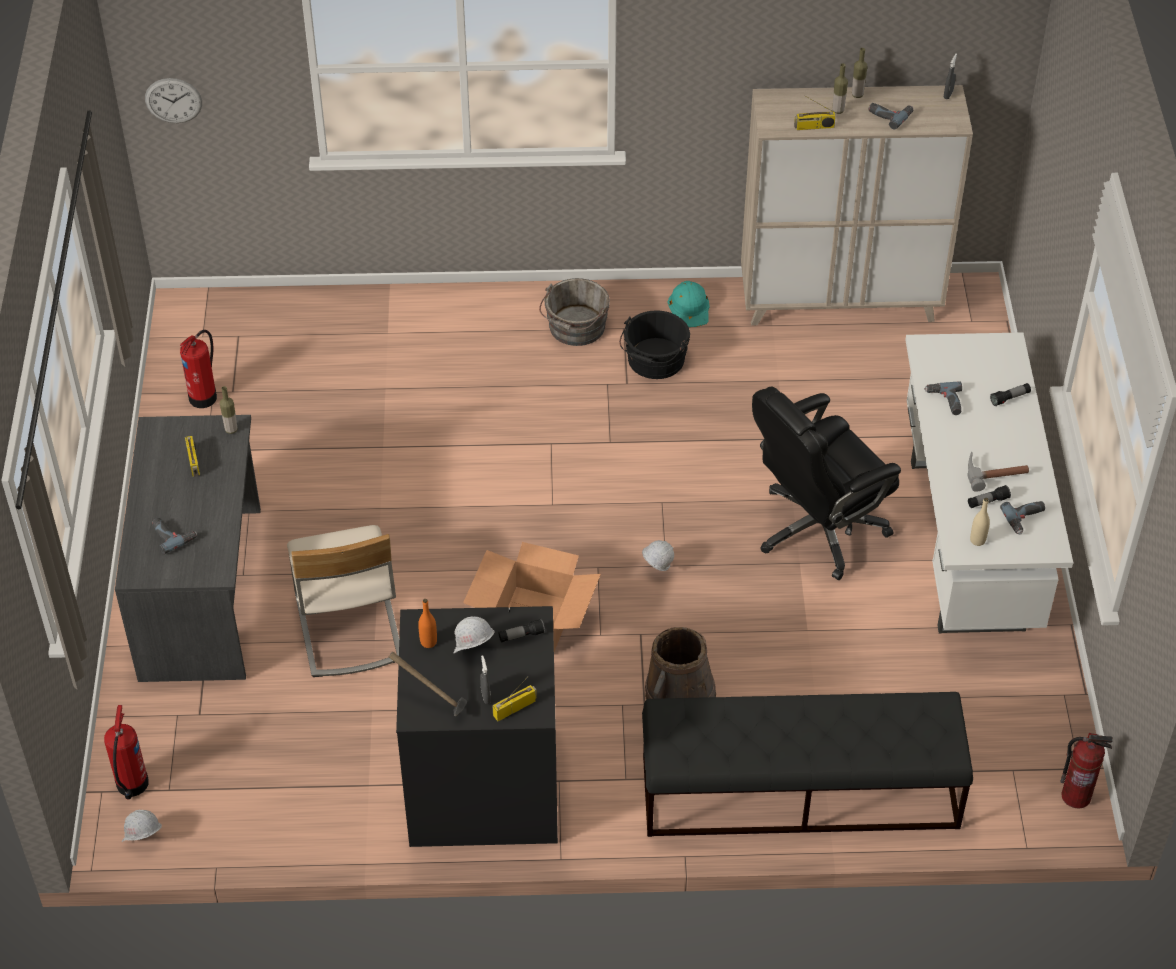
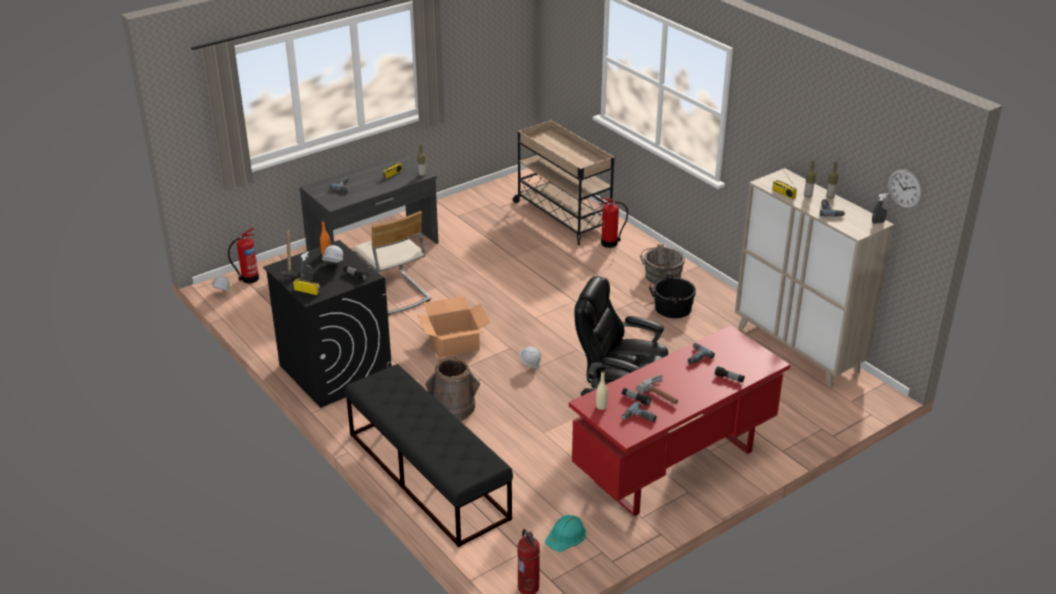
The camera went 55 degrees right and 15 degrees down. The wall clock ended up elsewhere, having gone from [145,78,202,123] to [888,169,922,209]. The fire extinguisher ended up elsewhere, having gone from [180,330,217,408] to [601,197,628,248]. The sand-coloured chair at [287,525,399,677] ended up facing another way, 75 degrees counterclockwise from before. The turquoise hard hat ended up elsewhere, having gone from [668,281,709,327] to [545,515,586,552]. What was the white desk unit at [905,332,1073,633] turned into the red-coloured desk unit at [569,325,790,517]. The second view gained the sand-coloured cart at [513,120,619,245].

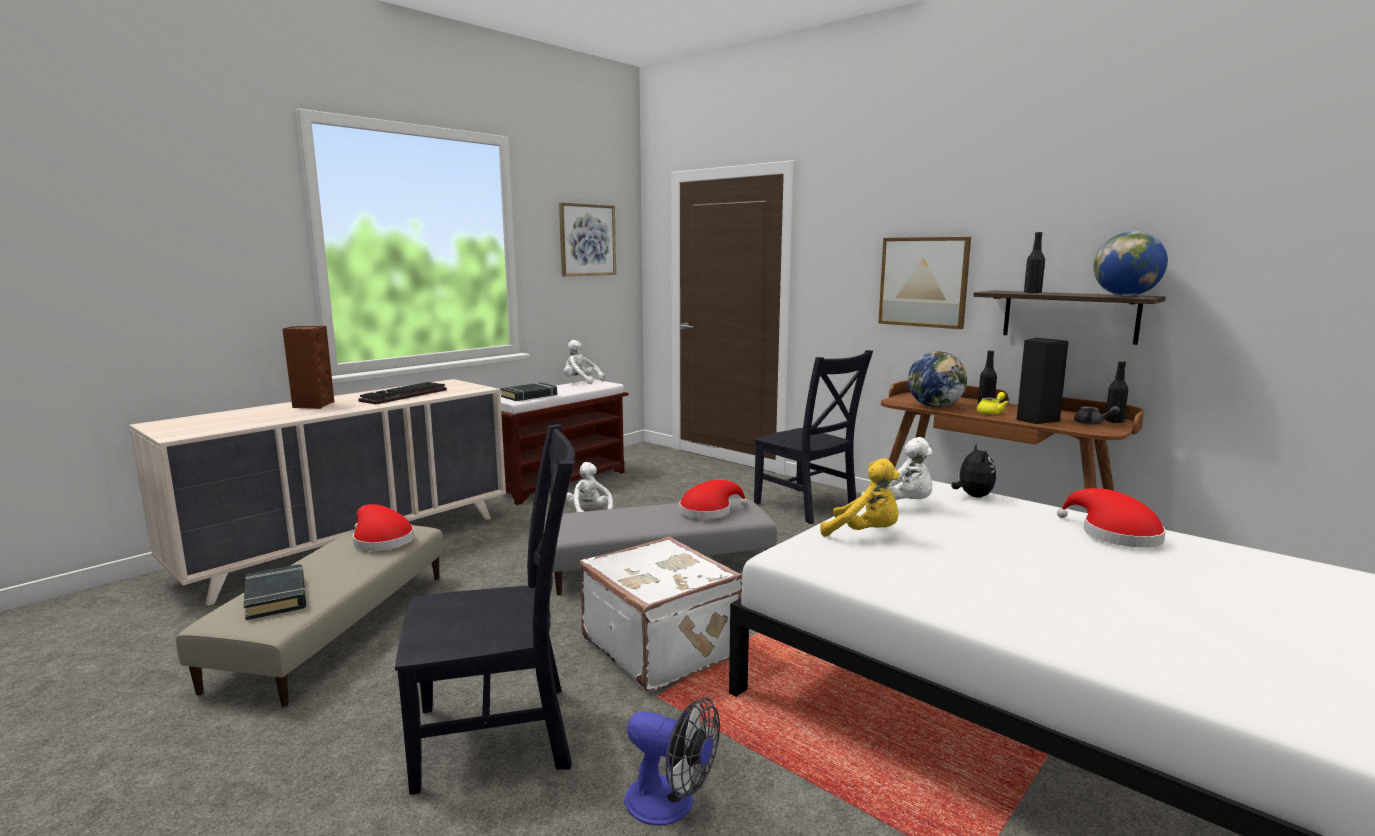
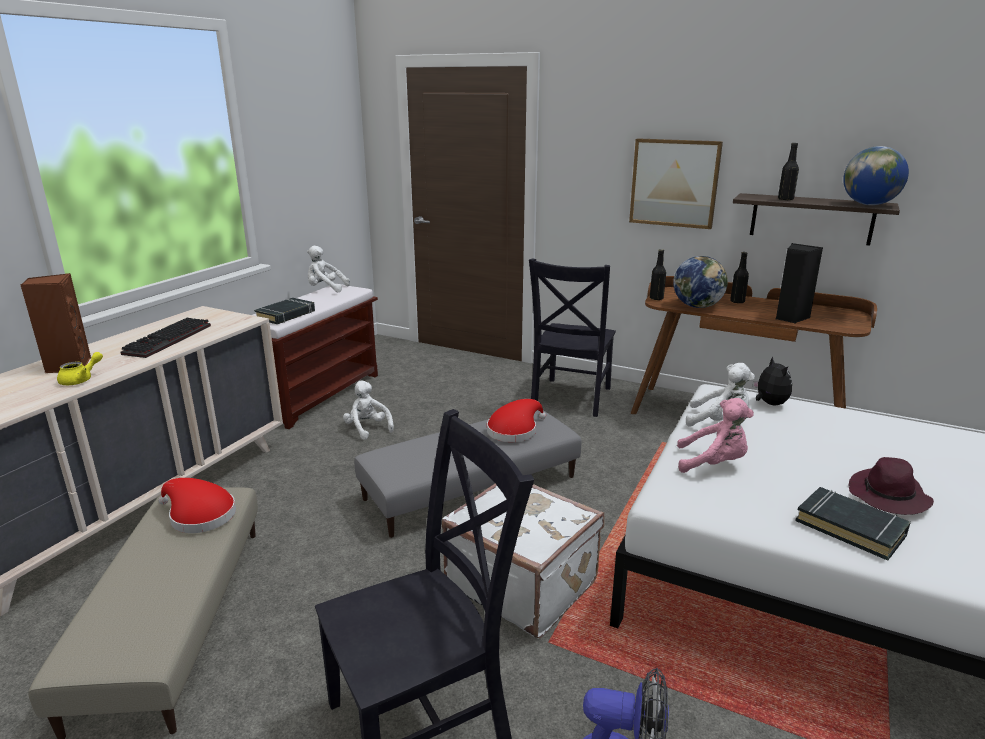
The camera went 15 degrees left and 10 degrees up. The black-coloured book ended up elsewhere, having gone from [244,564,307,620] to [795,487,911,561]. The second view lost the wall picture at [559,203,616,276]. The black-coloured chair at [754,350,873,524] ended up facing another way, 75 degrees clockwise from before. What was the yellowish soft toy at [820,458,900,537] turned into the pink-coloured soft toy at [677,398,754,473]. The yellowish teapot ended up elsewhere, having gone from [976,392,1009,415] to [57,352,103,385]. The second view lost the red-coloured hat at [1057,488,1166,548]. The second view lost the grey teapot at [1074,406,1120,425]. The black-coloured bottle ended up elsewhere, having gone from [1105,361,1129,423] to [650,249,666,300]. The second view gained the purple-coloured hat at [849,457,934,515].

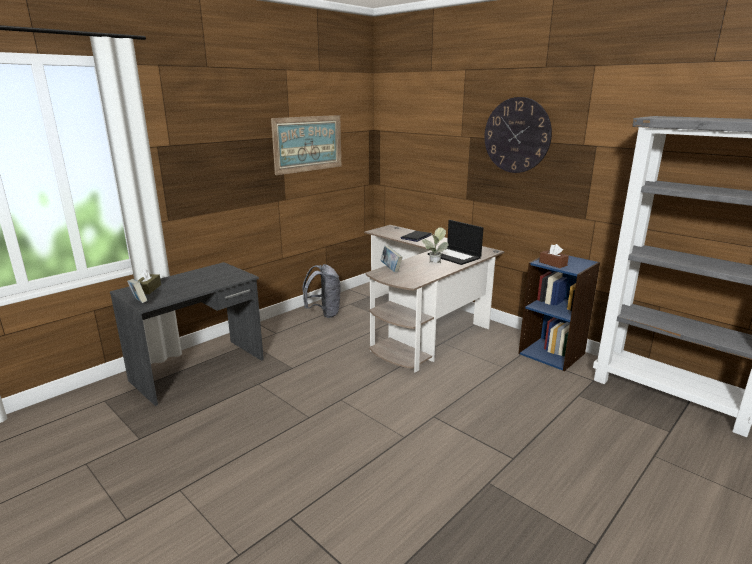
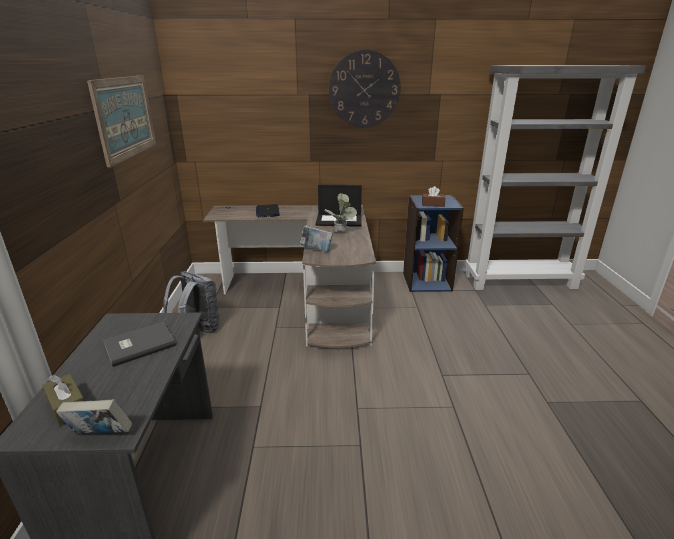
The camera went 45 degrees left and 5 degrees up. The second view gained the grey book at [103,321,176,367].

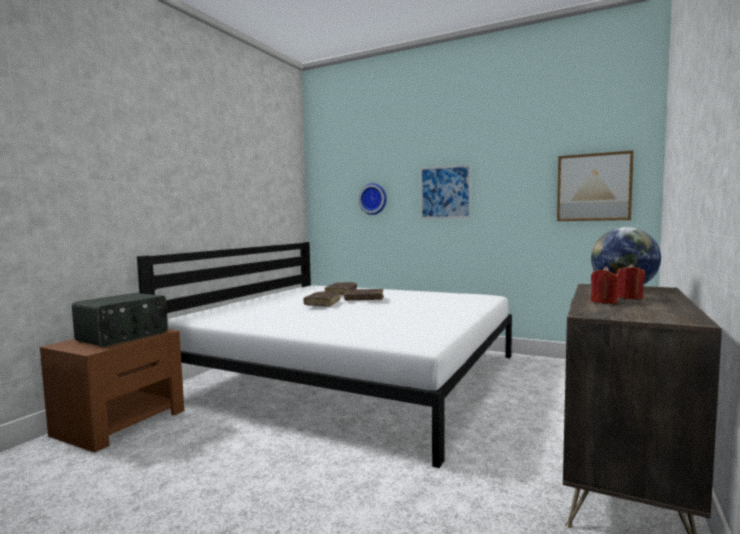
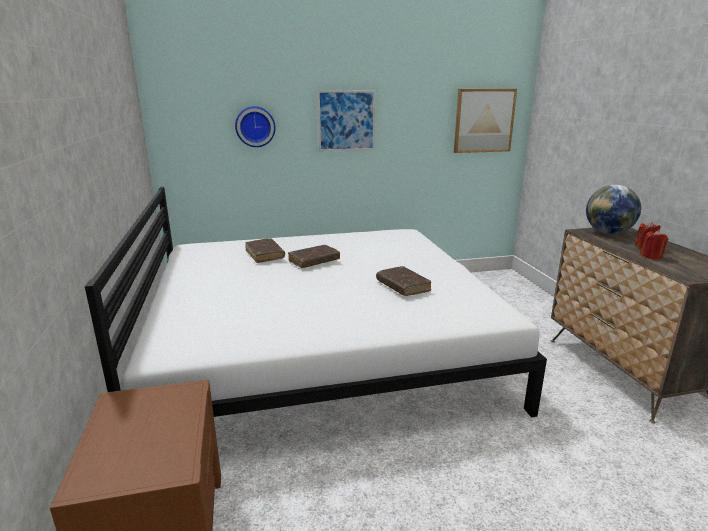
The camera went 40 degrees left and 15 degrees up. The second view lost the radio receiver at [72,293,168,347]. The brown book ended up elsewhere, having gone from [303,291,340,307] to [376,266,431,296].

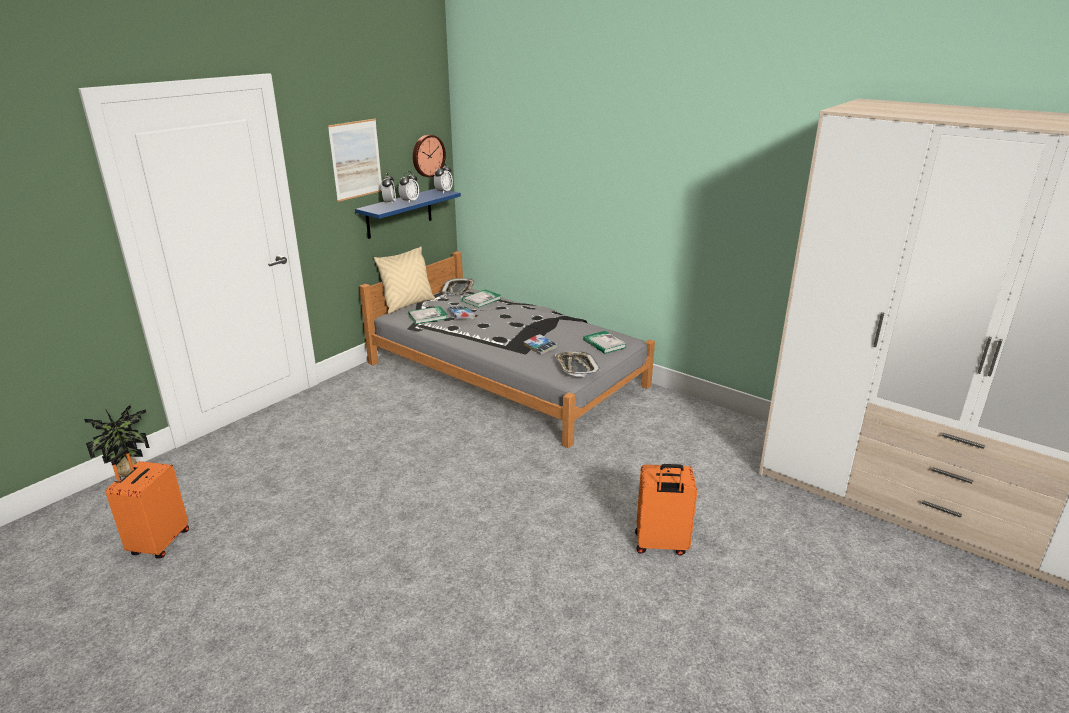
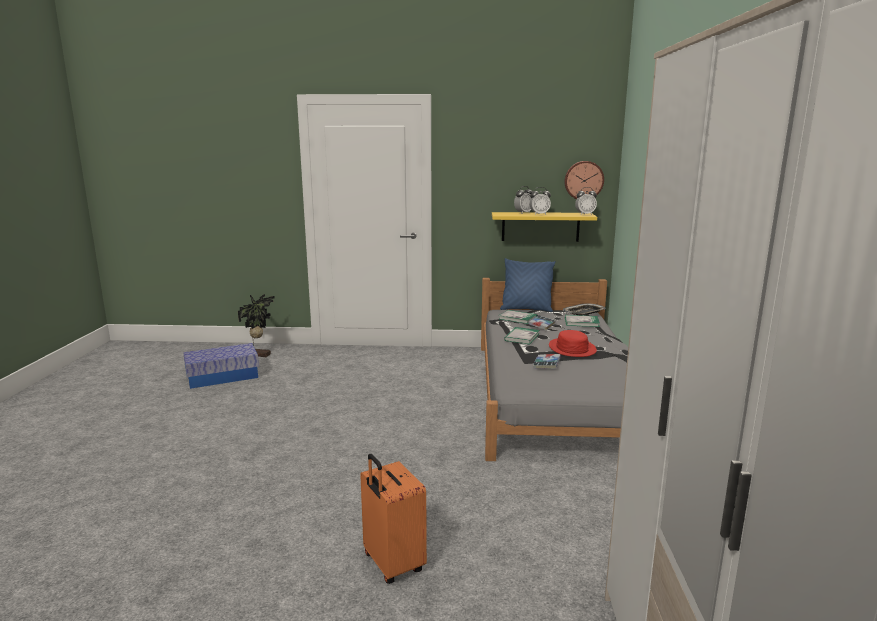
The camera went 55 degrees right and 10 degrees down. Where the orange suitcase stood at [106,449,189,559], the storage bin came to stand at [183,343,259,389]. The second view lost the wall picture at [328,119,382,202]. What was the bluish shelf at [355,188,461,239] turned into the yellowish shelf at [492,212,597,242]. What was the sand-coloured throw pillow at [374,246,435,314] turned into the bluish throw pillow at [500,258,556,312]. The second view lost the serving tray at [555,351,601,377]. The book ended up elsewhere, having gone from [583,331,627,354] to [504,327,539,344]. The second view gained the red-coloured hat at [549,330,597,357].

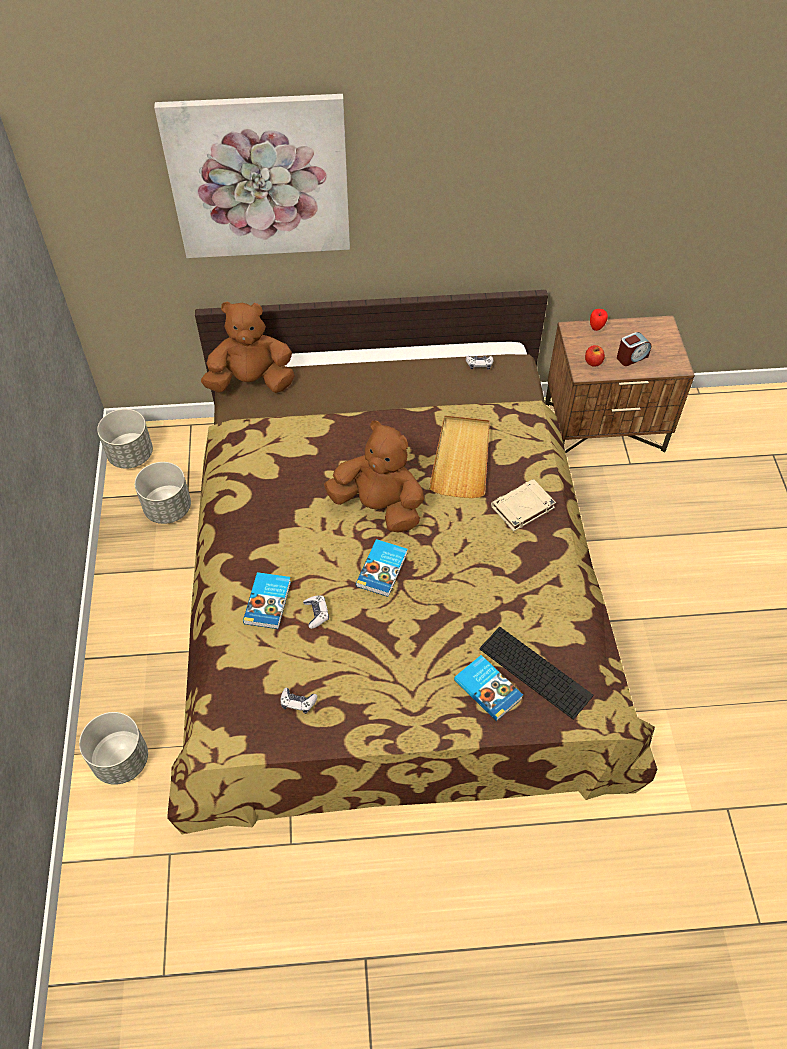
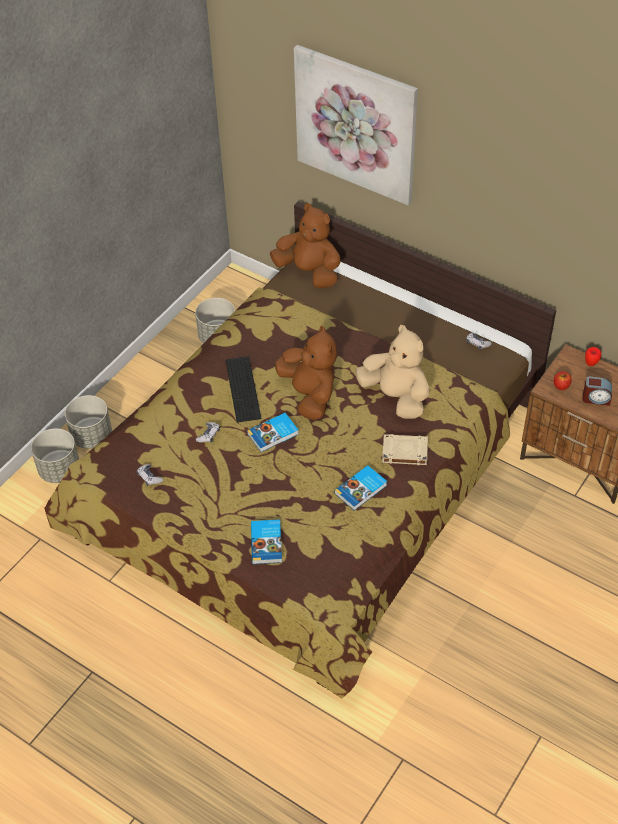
The camera went 40 degrees right and 5 degrees down. The grey flower pot ended up elsewhere, having gone from [97,409,153,469] to [65,395,112,449]. The book ended up elsewhere, having gone from [243,572,291,629] to [334,465,387,510]. Where the sand-coloured serving tray stood at [429,415,490,498], the sand-coloured soft toy came to stand at [355,325,430,419]. The keyboard ended up elsewhere, having gone from [480,627,593,719] to [226,356,261,423].

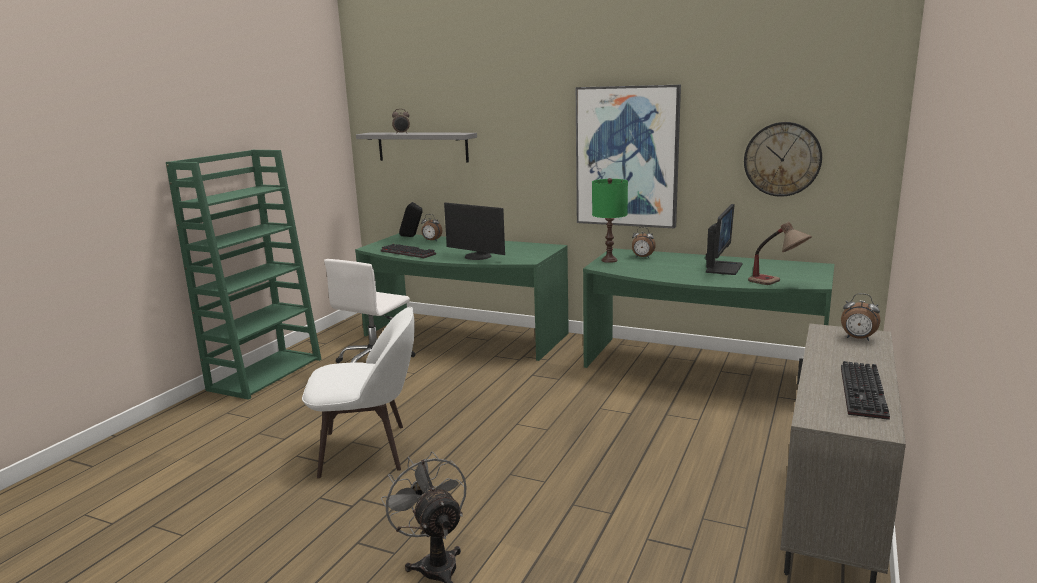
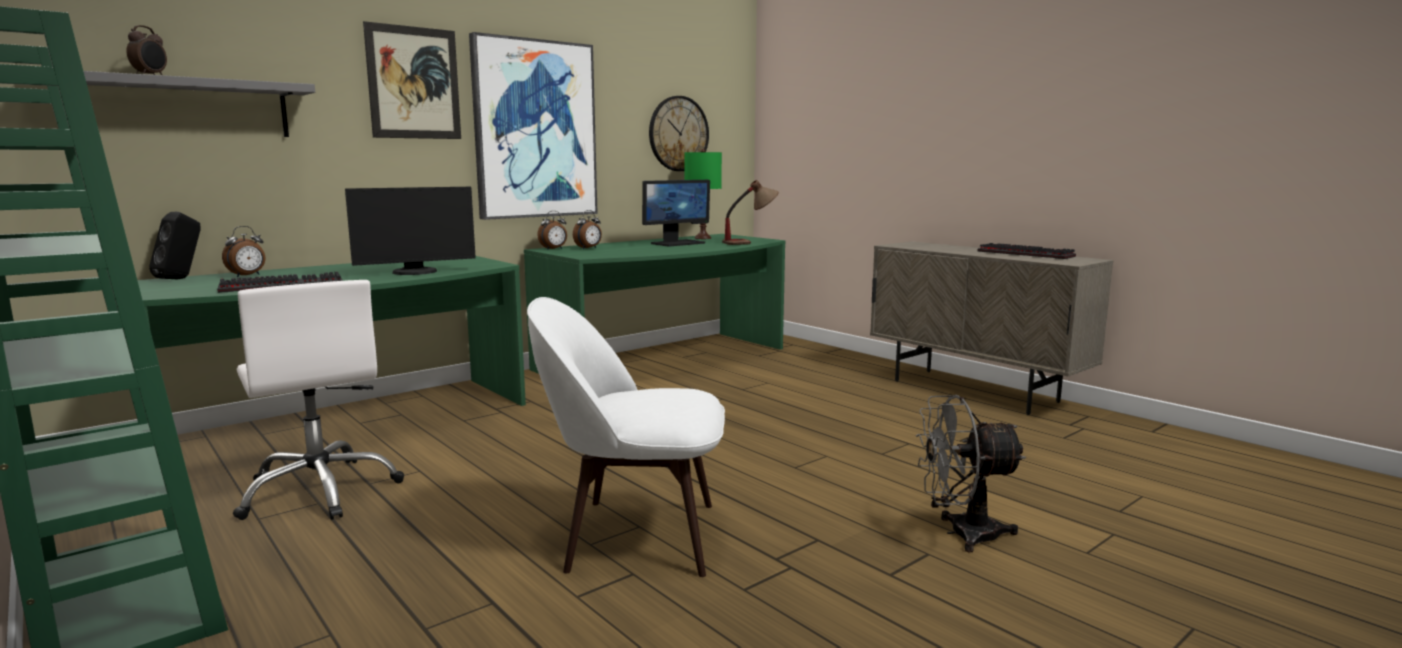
The camera went 65 degrees left and 5 degrees down. The white chair at [302,307,415,478] ended up facing another way, 105 degrees counterclockwise from before. The green table lamp ended up elsewhere, having gone from [592,178,628,263] to [684,149,722,239]. The computer display at [705,204,742,275] ended up facing another way, 90 degrees clockwise from before. The table clock ended up elsewhere, having gone from [841,293,880,341] to [537,211,567,250]. The second view gained the wall picture at [363,21,461,139].

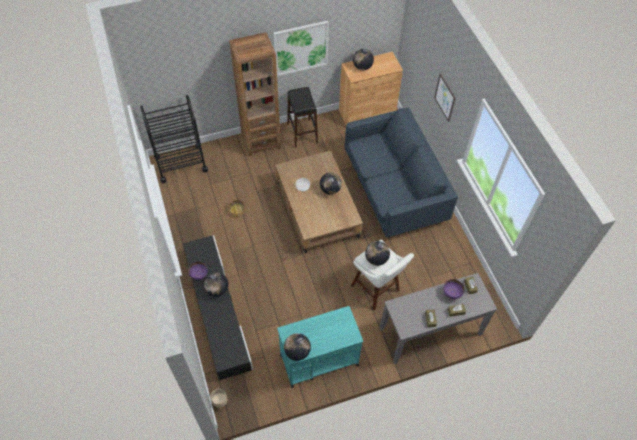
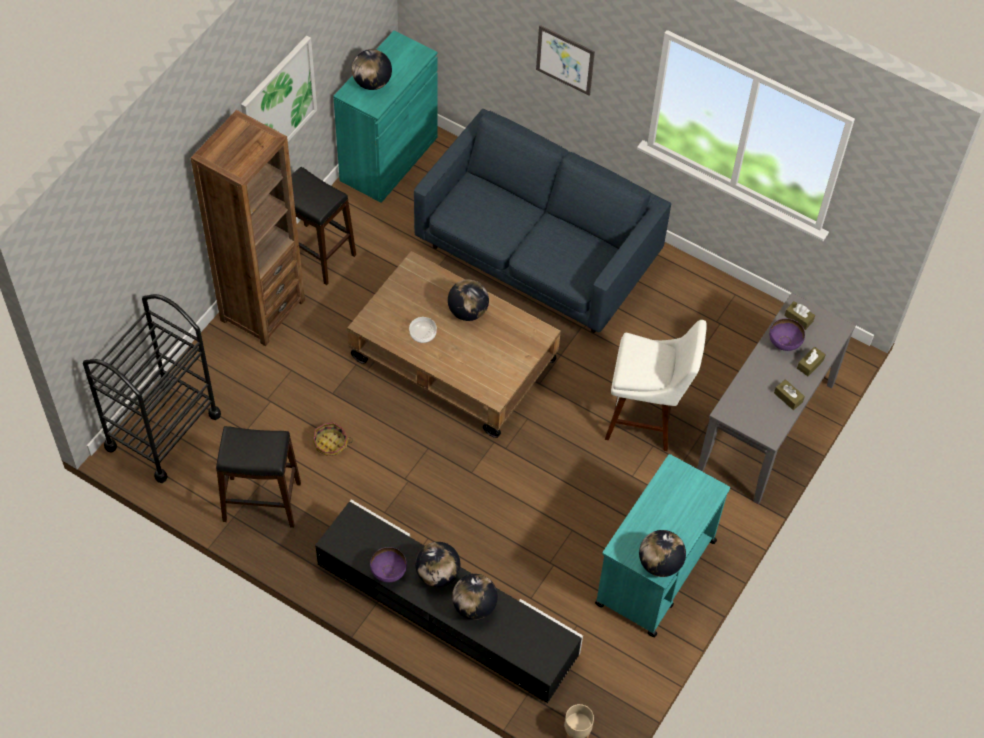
The camera went 40 degrees left and 0 degrees up. What was the brown cupboard at [339,52,403,125] turned into the turquoise cupboard at [333,31,437,203]. The world globe ended up elsewhere, having gone from [365,241,390,266] to [452,574,498,620]. The second view gained the black-coloured stool at [216,426,301,528].

